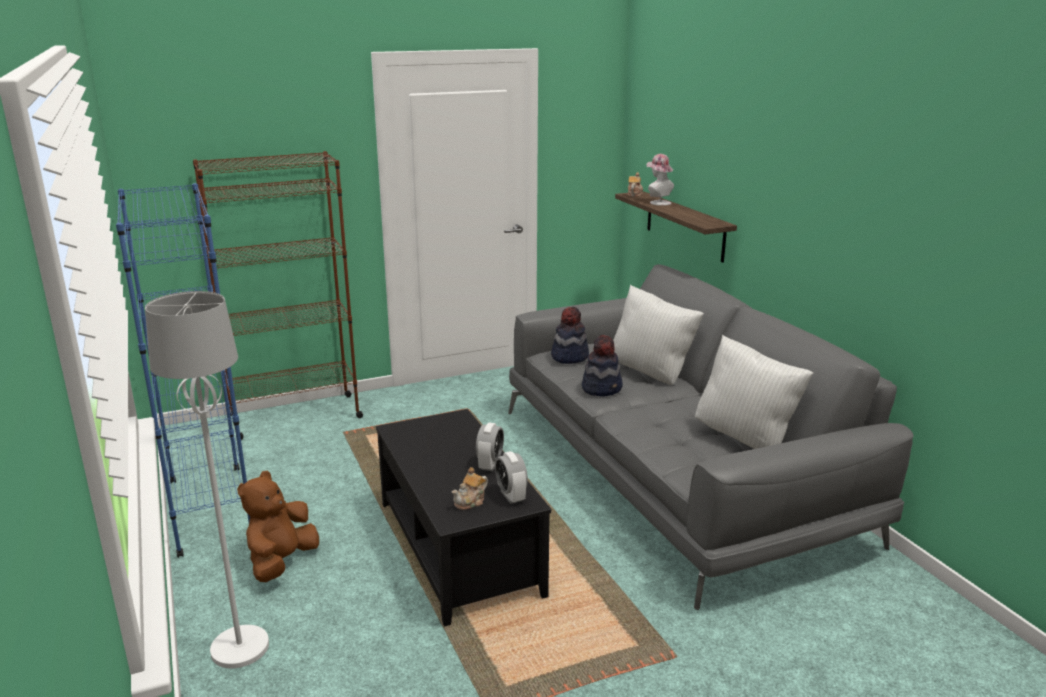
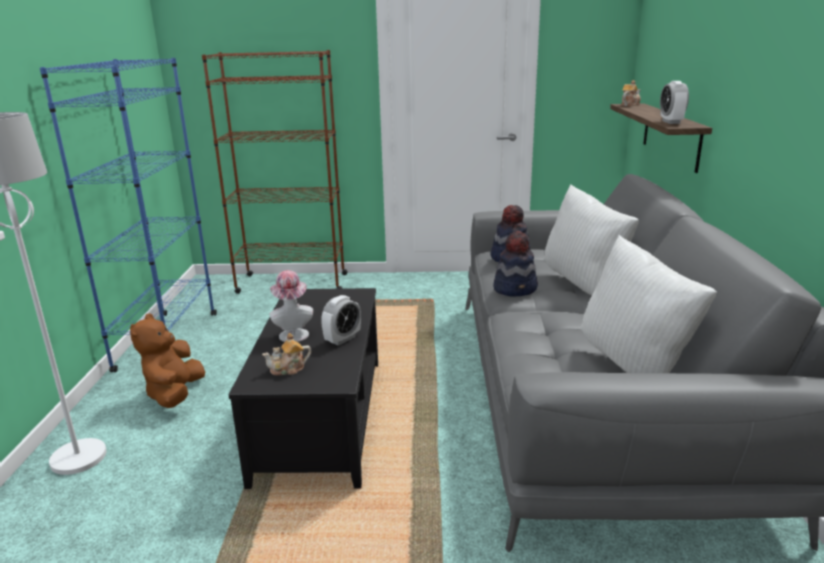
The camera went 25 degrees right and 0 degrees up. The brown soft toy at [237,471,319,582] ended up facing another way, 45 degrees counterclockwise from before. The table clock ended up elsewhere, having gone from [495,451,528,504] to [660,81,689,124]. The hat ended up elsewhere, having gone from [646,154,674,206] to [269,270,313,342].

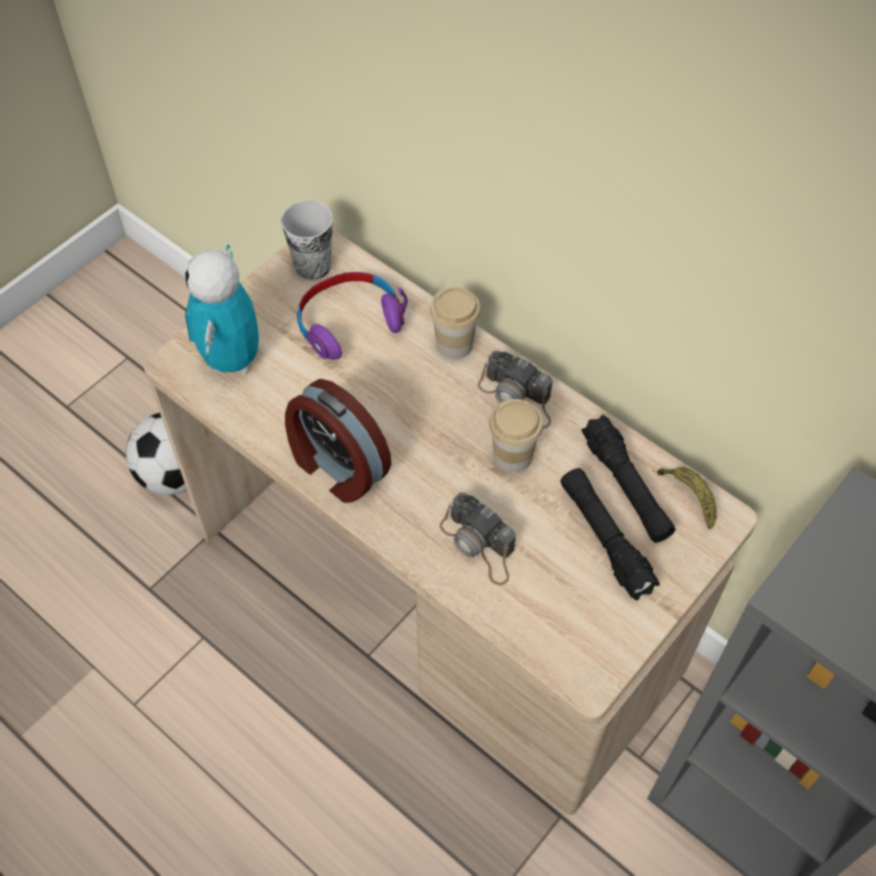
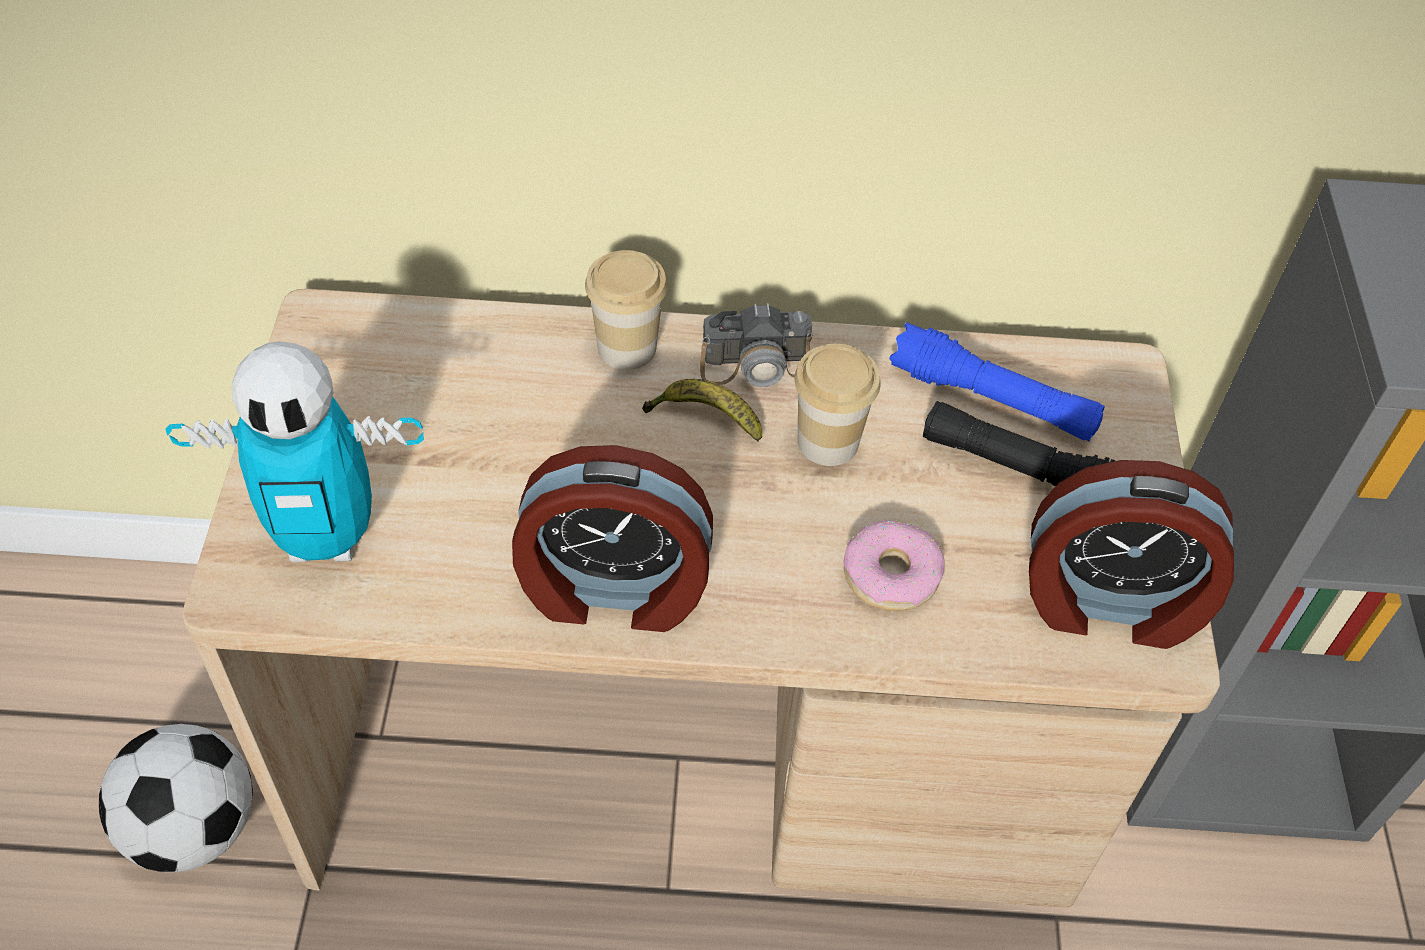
The camera went 40 degrees left and 5 degrees down. The model robot at [185,245,259,374] ended up facing another way, 60 degrees counterclockwise from before. The second view lost the small cup at [281,200,333,280]. The second view lost the purple-coloured headset at [297,272,408,360]. Where the still camera stood at [440,492,516,586], the doughnut came to stand at [843,520,945,611]. What was the black-coloured hand torch at [581,415,676,543] turned into the bluish hand torch at [889,322,1105,441]. The banana fruit ended up elsewhere, having gone from [657,467,716,529] to [642,379,762,442]. The second view gained the table clock at [1029,460,1234,649].

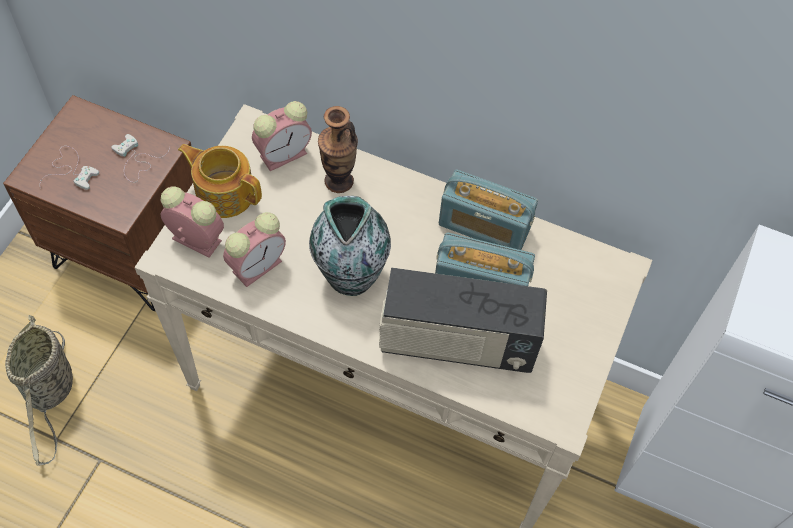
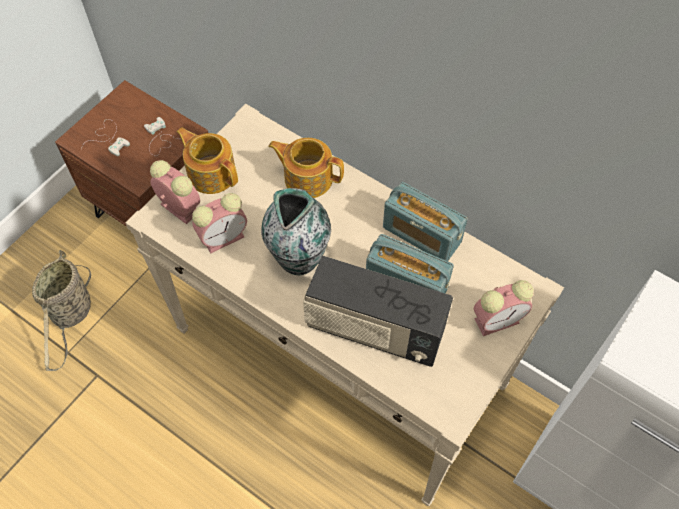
The camera went 15 degrees right and 0 degrees up. The table clock ended up elsewhere, having gone from [252,101,312,171] to [474,280,534,336]. Where the flower vase stood at [318,106,358,193], the teapot came to stand at [268,138,344,198].

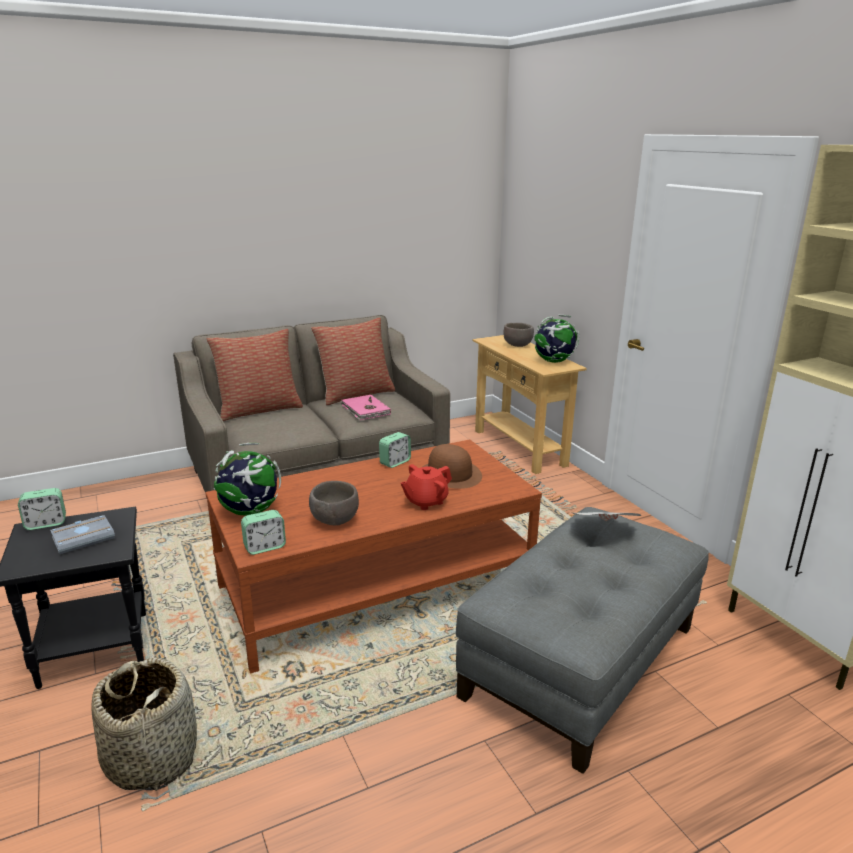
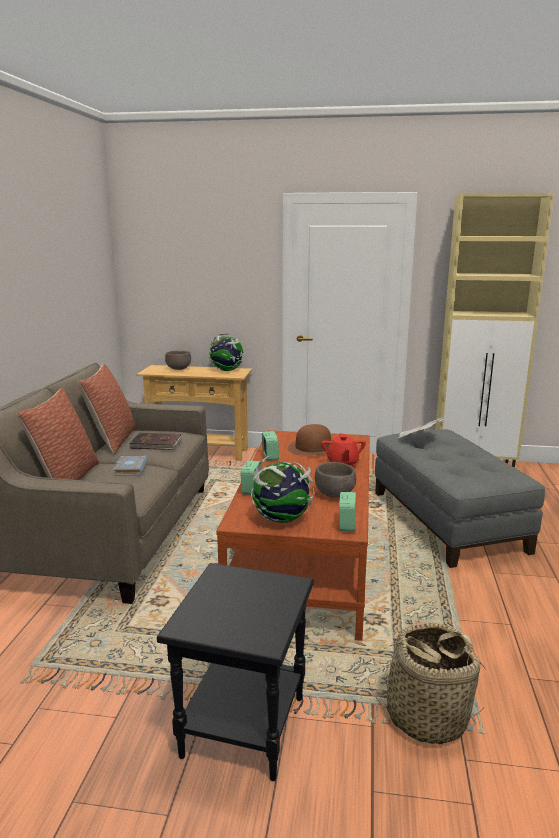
The camera went 55 degrees left and 5 degrees down. The table clock ended up elsewhere, having gone from [18,488,66,530] to [241,461,262,495]. The grey book ended up elsewhere, having gone from [50,515,115,554] to [113,456,148,476]. What was the pink-coloured book at [341,395,391,420] turned into the brown book at [129,433,182,450].

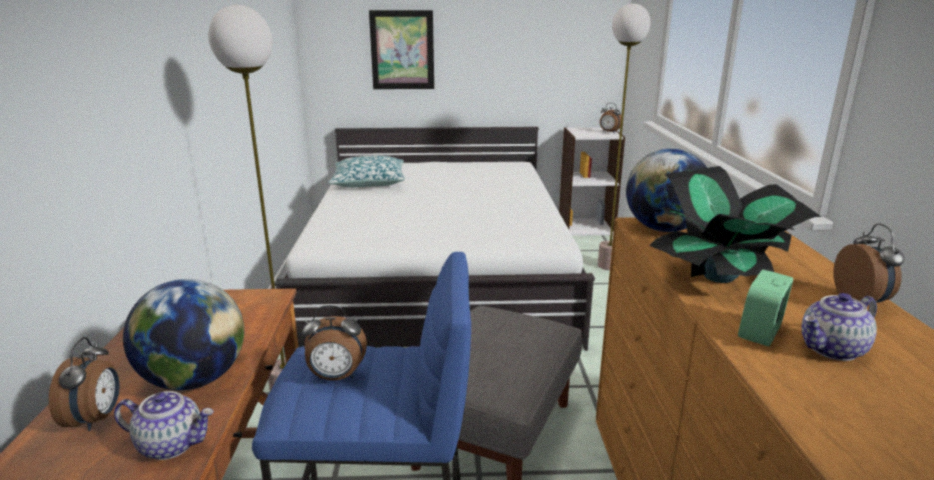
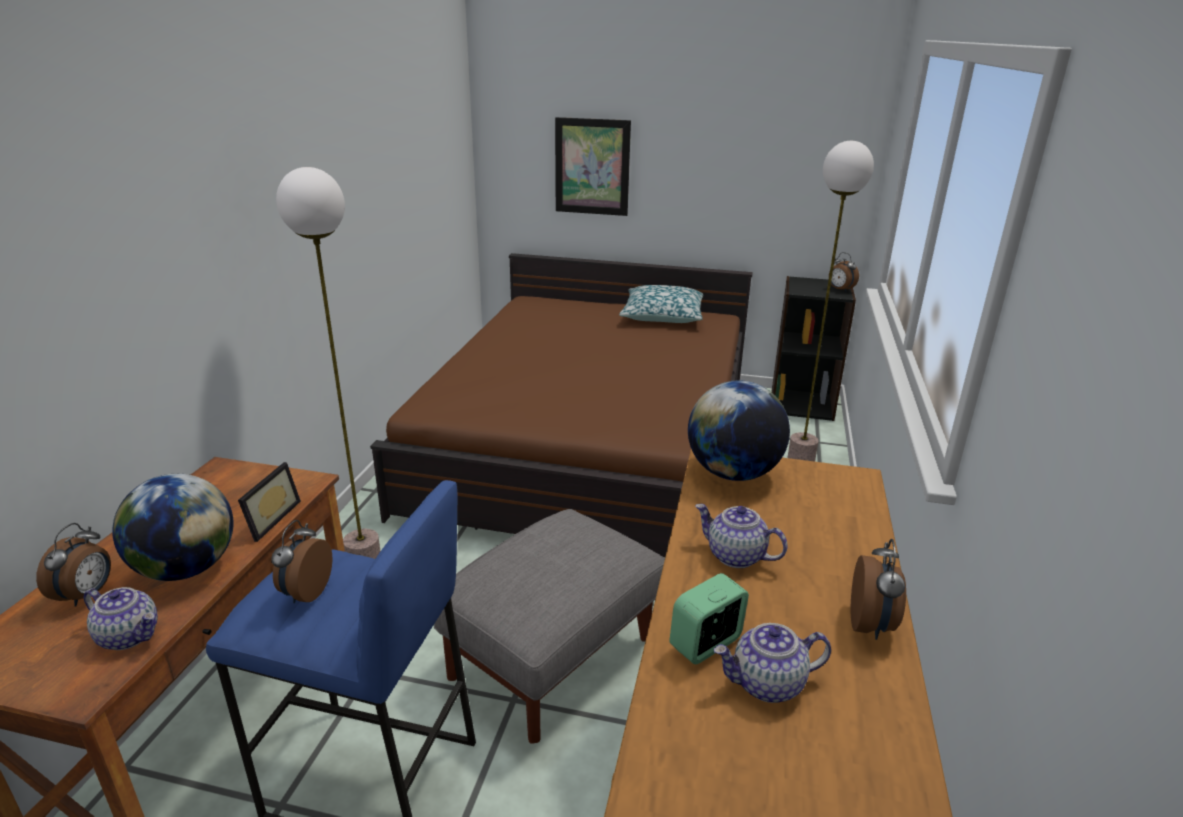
The camera went 15 degrees right and 5 degrees up. What was the white sleeping bed at [274,127,595,354] turned into the brown sleeping bed at [370,253,753,557]. The table clock at [302,305,367,381] ended up facing another way, 90 degrees clockwise from before. The throw pillow ended up elsewhere, having gone from [328,156,405,187] to [619,285,703,323]. What was the white bookcase at [559,127,625,236] turned into the black-coloured bookcase at [771,276,856,421]. Where the houseplant stood at [649,166,821,283], the teapot came to stand at [695,504,788,568]. The second view gained the picture frame at [238,462,301,542].

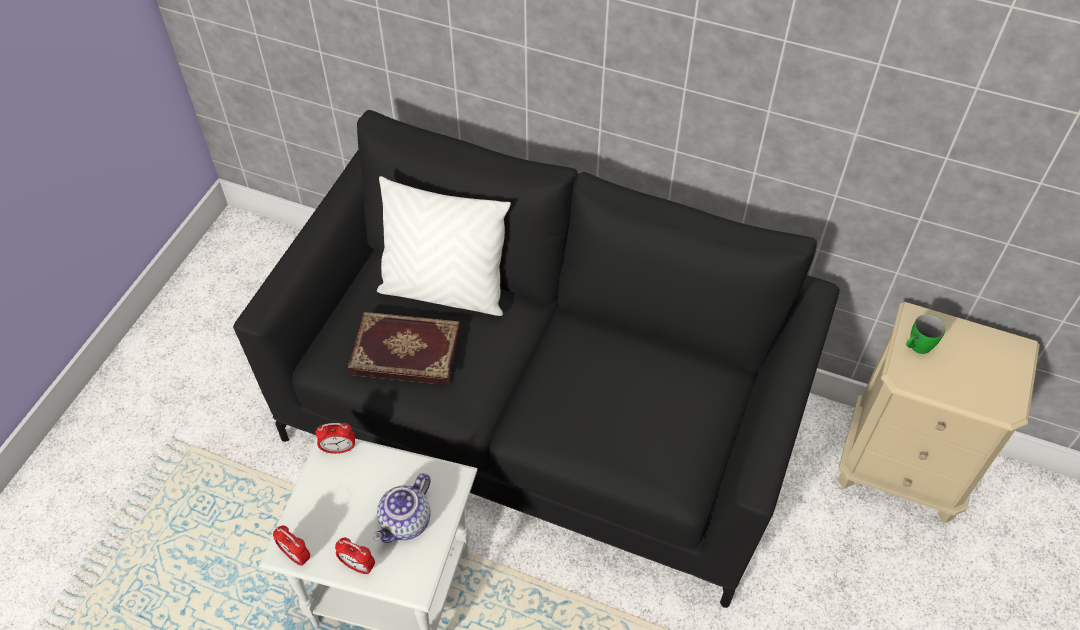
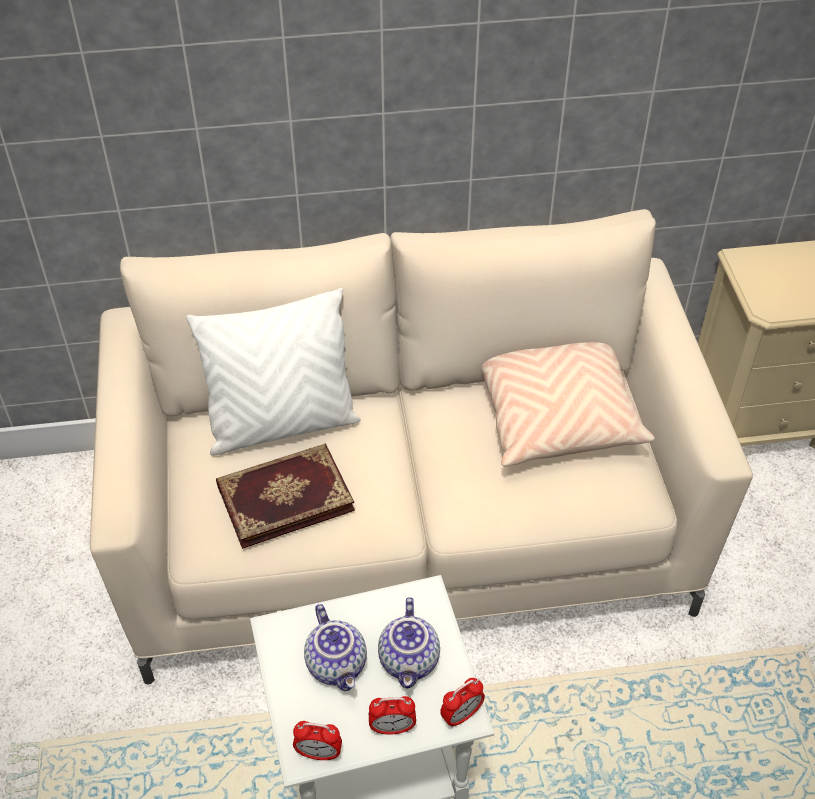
The camera went 30 degrees left and 5 degrees down. What was the black-coloured couch at [233,110,840,608] turned into the sand-coloured couch at [90,209,753,684]. The table clock ended up elsewhere, having gone from [315,423,355,454] to [440,678,485,728]. The second view lost the green coffee mug at [906,314,945,354]. The second view gained the teapot at [304,604,367,691]. The second view gained the sand-coloured throw pillow at [481,342,655,466].

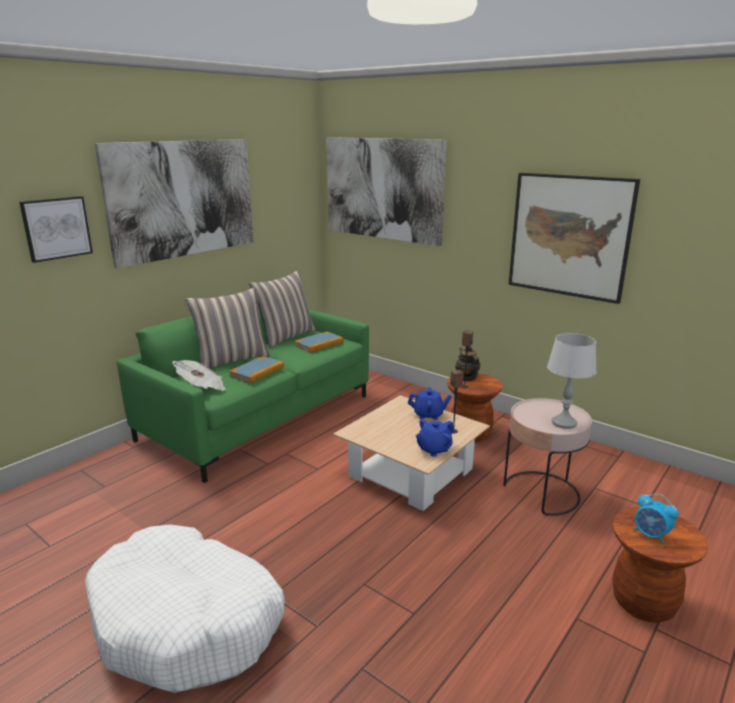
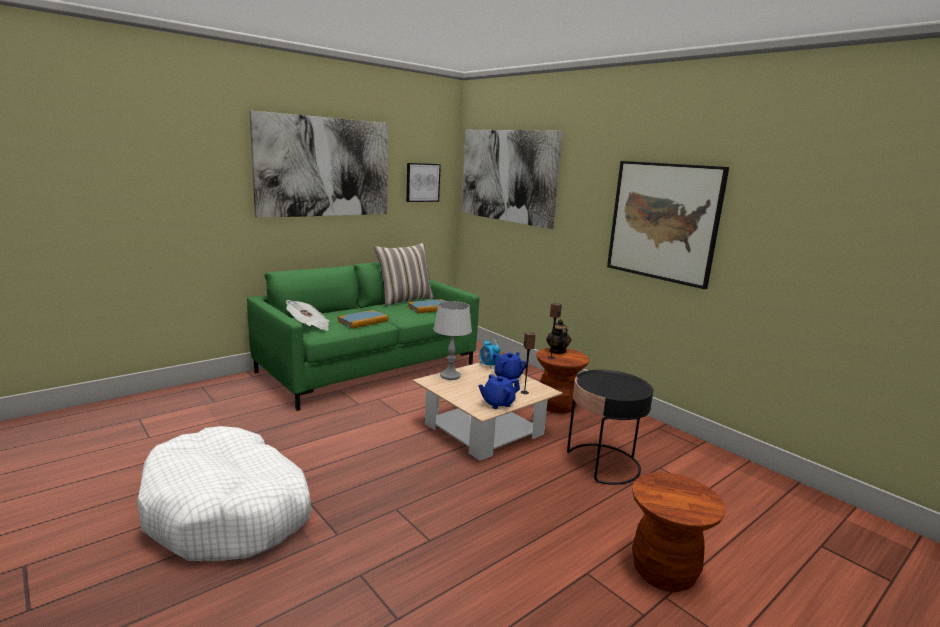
The camera went 10 degrees right and 5 degrees down. The wall picture ended up elsewhere, having gone from [19,196,93,263] to [406,163,441,202]. The second view lost the throw pillow at [185,287,270,369]. The bluish teapot at [408,387,452,420] ended up facing another way, 75 degrees counterclockwise from before. What was the pink-coloured side table at [503,398,592,516] turned into the black-coloured side table at [567,370,653,485]. The grey table lamp ended up elsewhere, having gone from [547,333,597,429] to [433,301,472,380]. The table clock ended up elsewhere, having gone from [633,494,679,544] to [479,339,500,369].

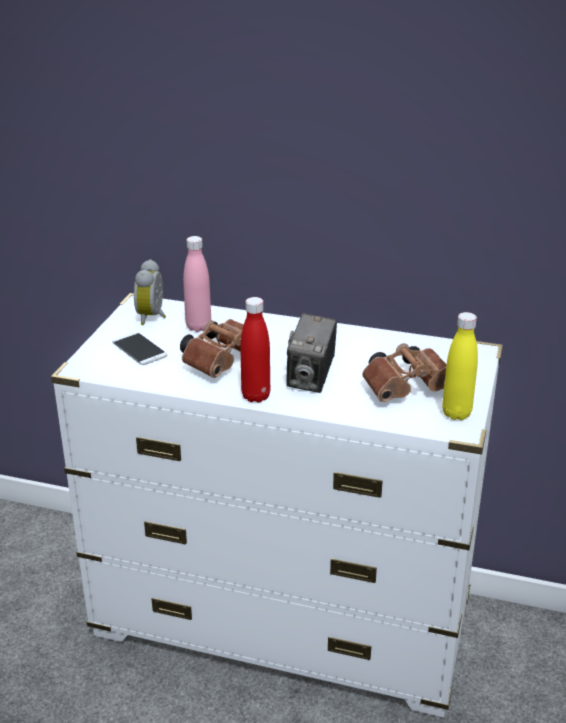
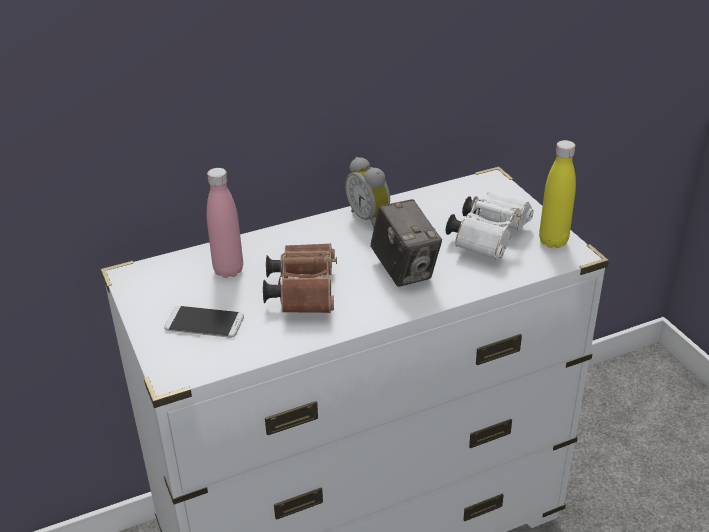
The camera went 40 degrees left and 5 degrees up. The table clock ended up elsewhere, having gone from [134,259,166,325] to [345,157,390,228]. The second view lost the red-coloured bottle at [240,297,271,403]. What was the brown field glasses at [362,343,447,402] turned into the white field glasses at [446,192,534,260].

